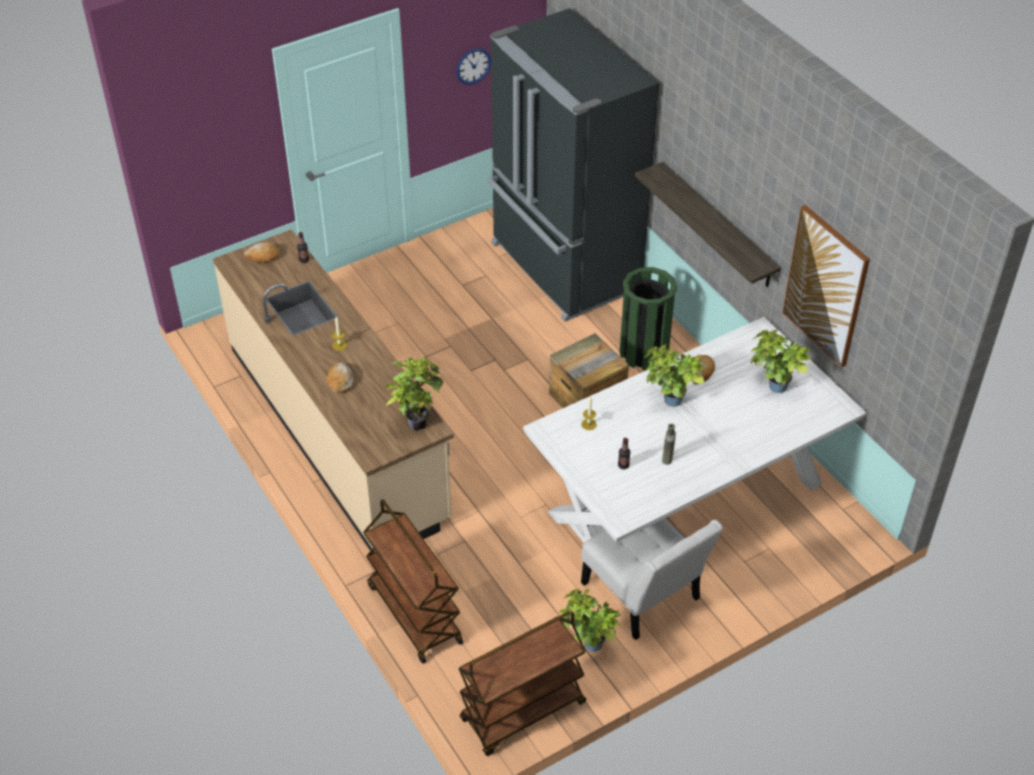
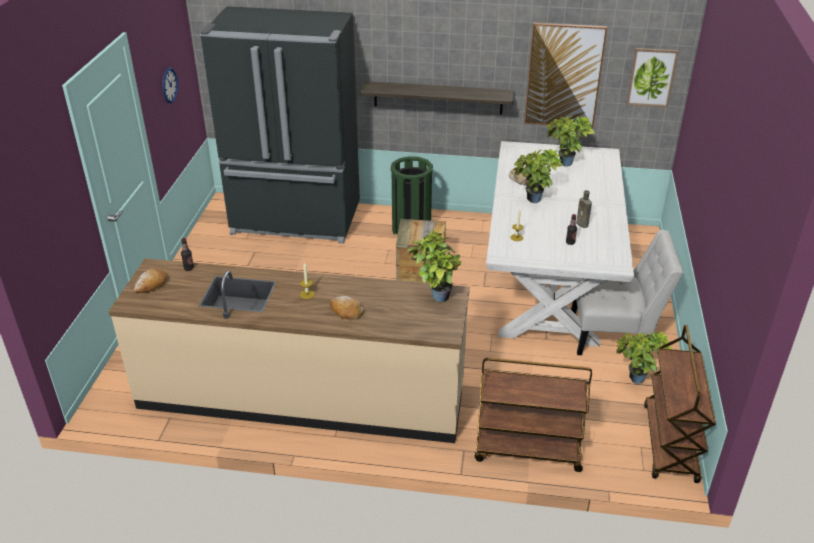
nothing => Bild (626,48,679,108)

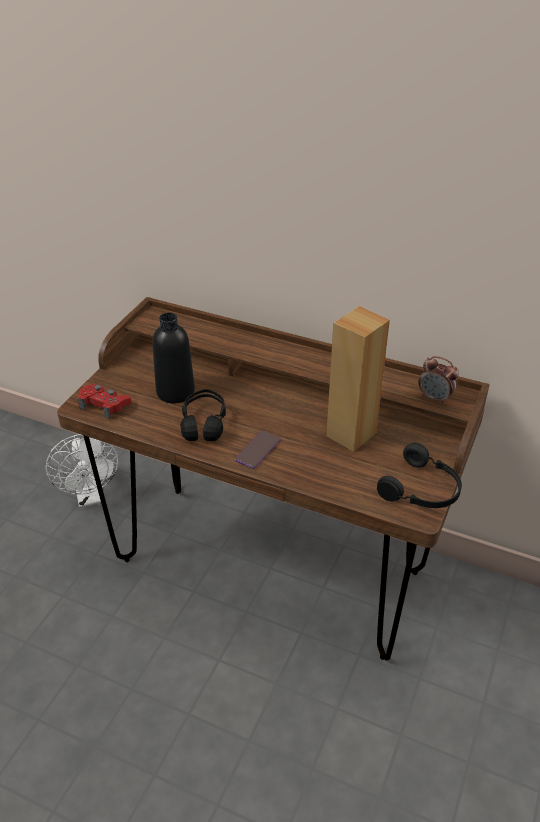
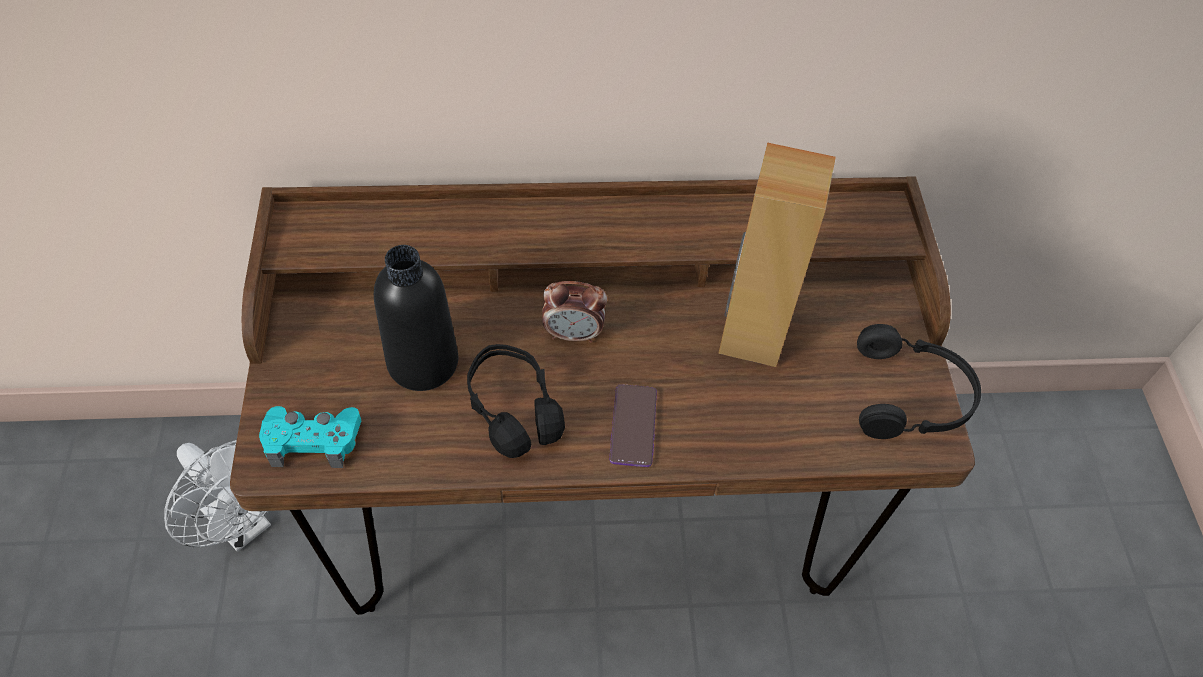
Wecker (419,356,459,405) => Wecker (542,281,607,343), shifted
Gamepad [rot] (77,384,132,419) => Gamepad [türkis] (259,406,361,468)

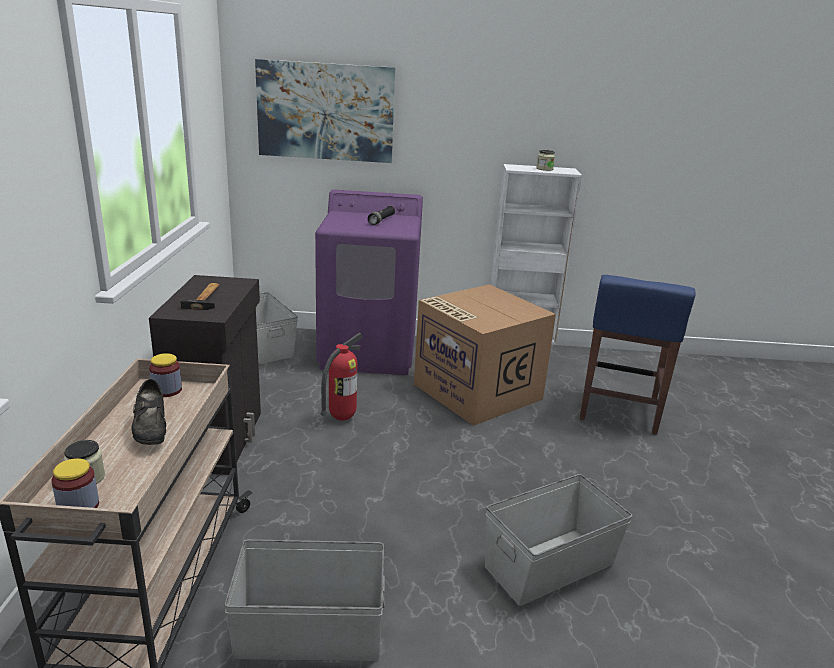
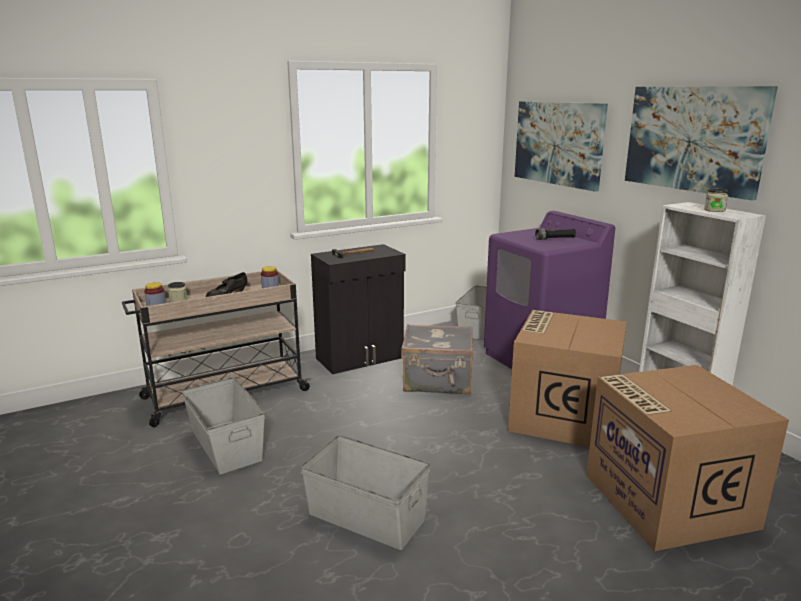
Hocker [blau] (580,275,695,435) => Karton (586,365,789,551)
Feuerlöscher (320,333,363,421) => Koffer [grau] (401,324,473,394)
nothing => Bild (625,86,778,201)

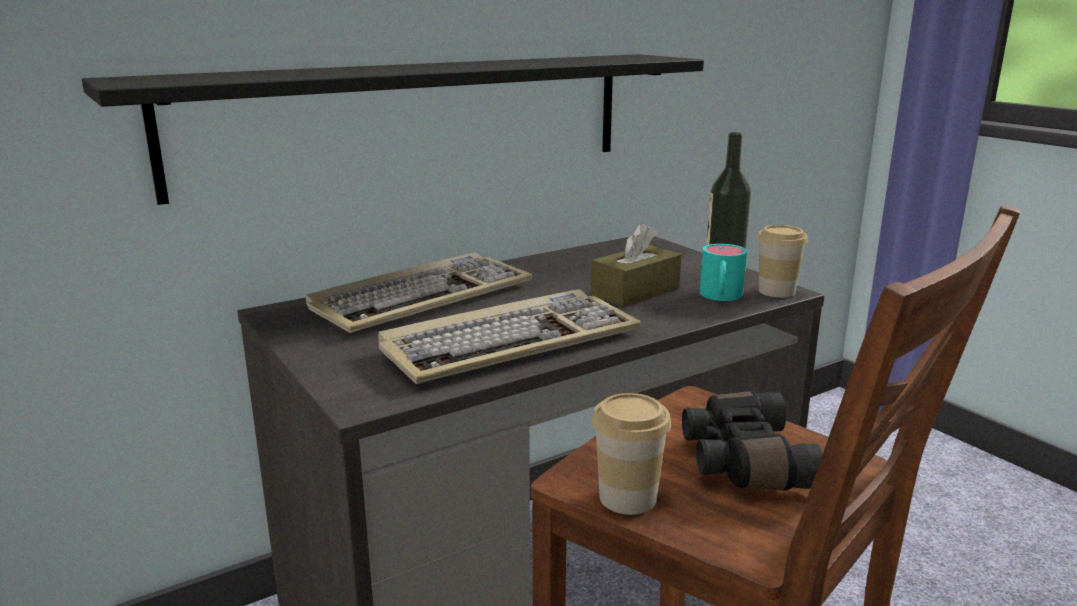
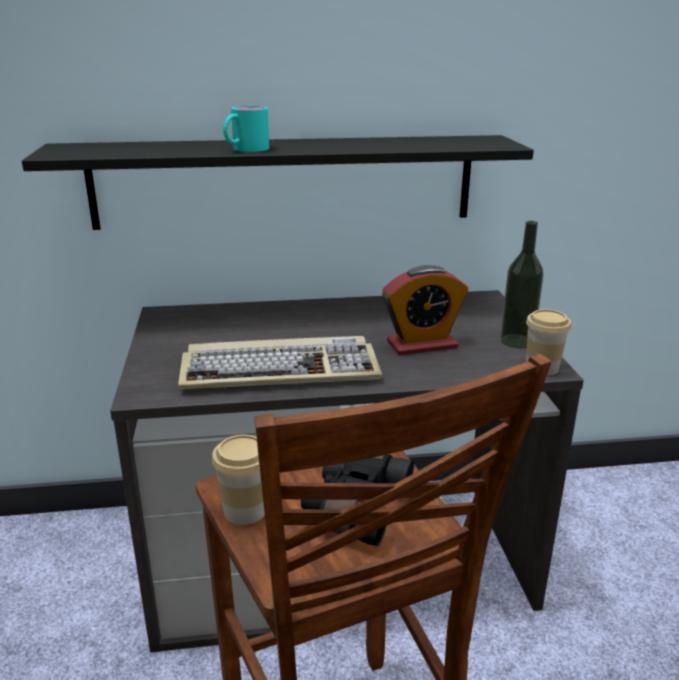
Taschentuchbox [braun] (591,222,681,307) => Wecker (382,265,468,355)
Henkelbecher [türkis] (700,244,747,301) => Henkelbecher [türkis] (223,106,269,152), shifted
Tastatur (306,253,532,333) => nothing

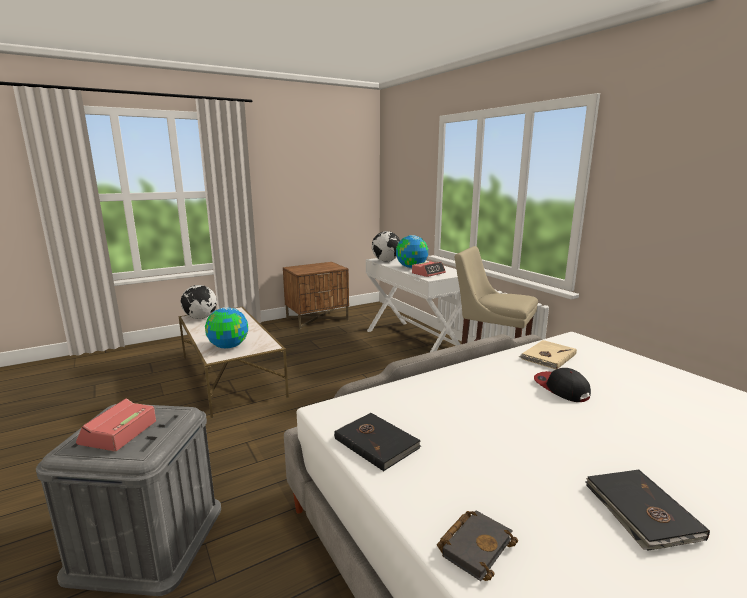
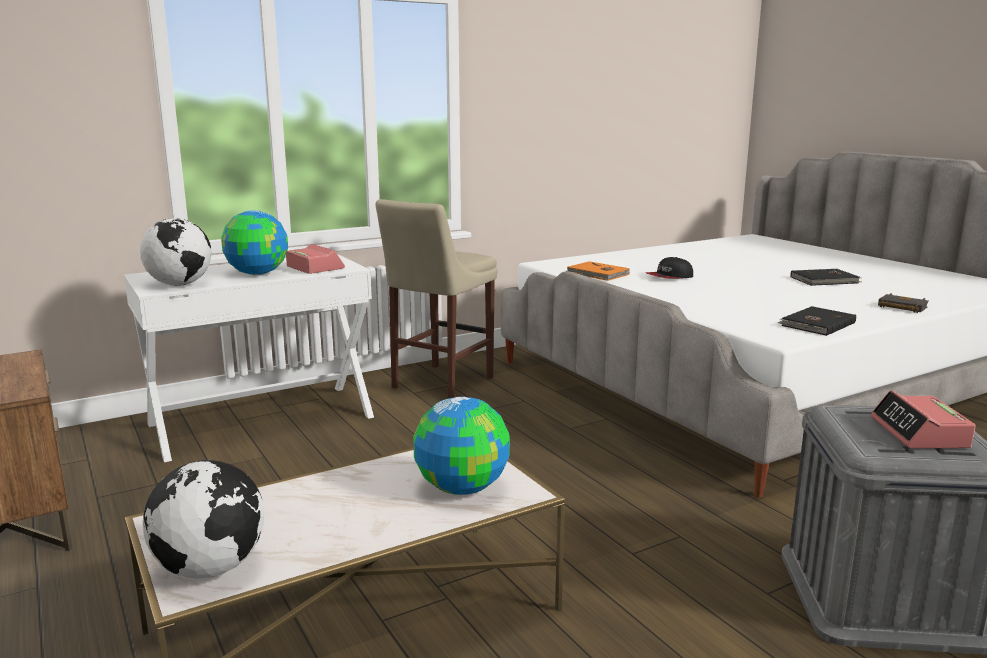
Buch [beige] (518,340,577,369) => Buch [orange] (567,261,630,281)
Wecker (76,398,156,452) => Wecker (871,390,976,448), 75 degrees clockwise

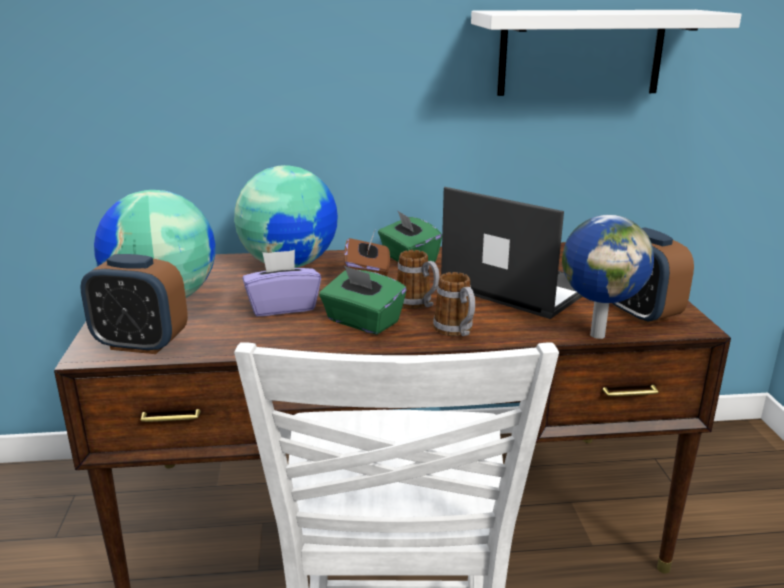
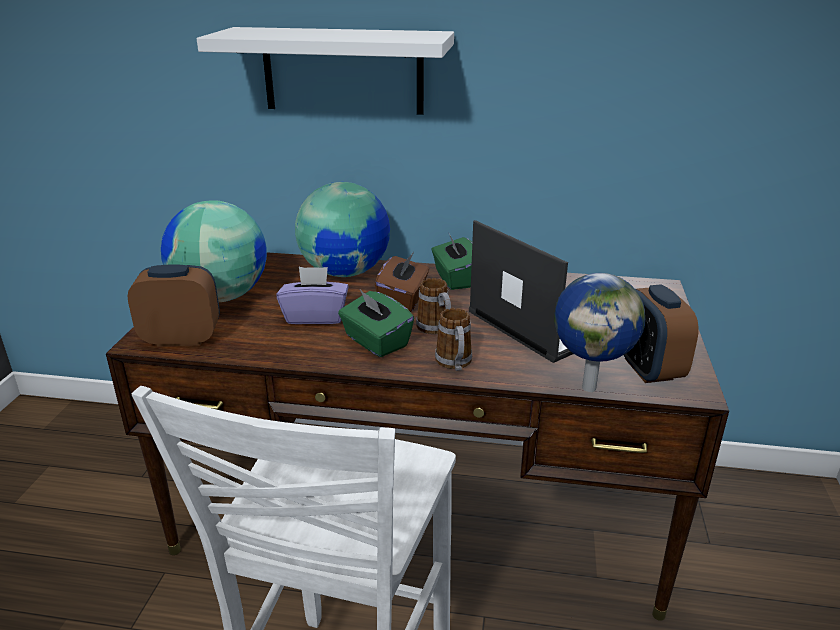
Wandregal [weiß] (471,10,742,96) => Wandregal [weiß] (197,27,454,115), shifted
Wecker (80,254,188,354) => Wecker (127,264,220,347), 150 degrees clockwise

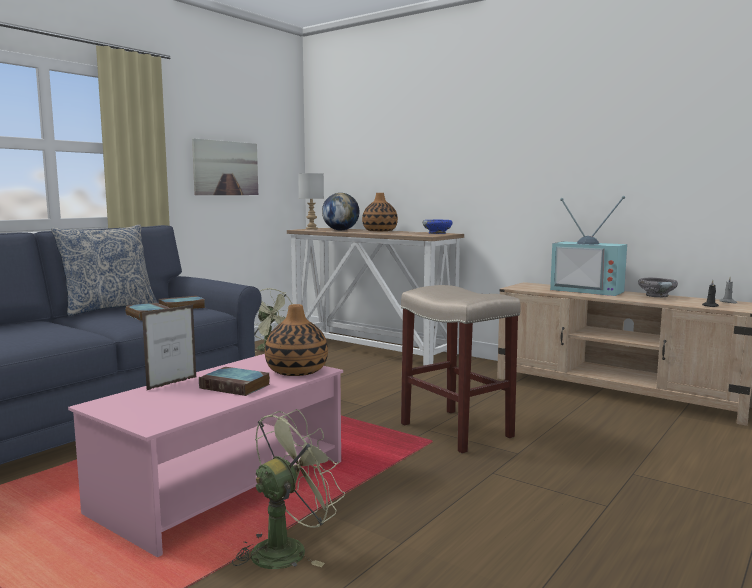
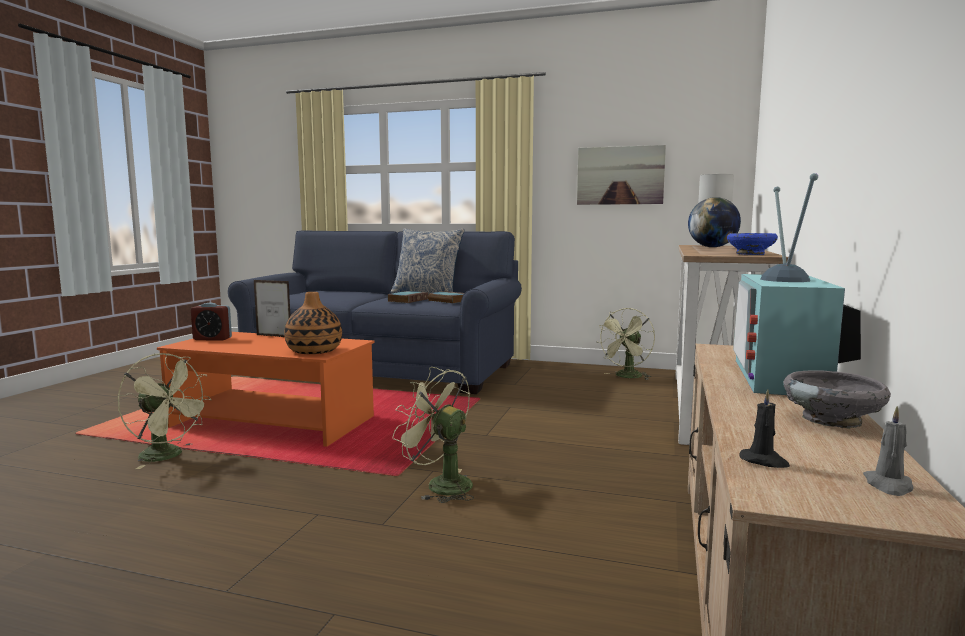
Vase (362,193,398,231) => nothing
Hocker [beige] (401,285,521,453) => Ventilator [grün] (392,367,474,503)
Couchtisch [rosa] (68,354,343,557) => Couchtisch [orange] (157,332,374,447)
Buch (199,367,270,396) => nothing
nothing => Wecker (191,302,232,340)

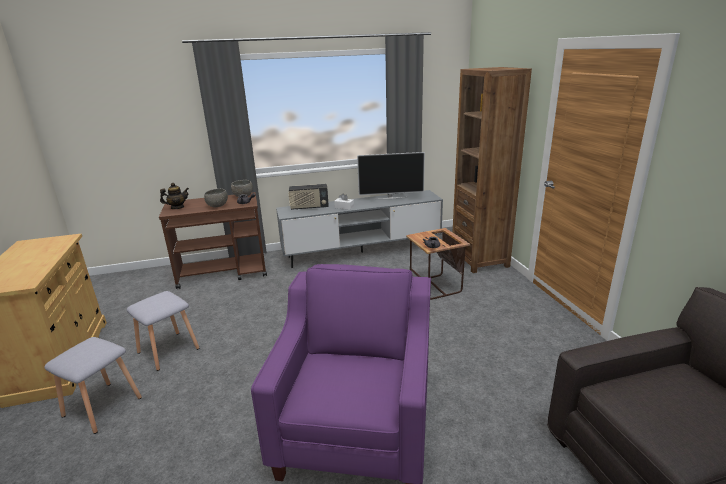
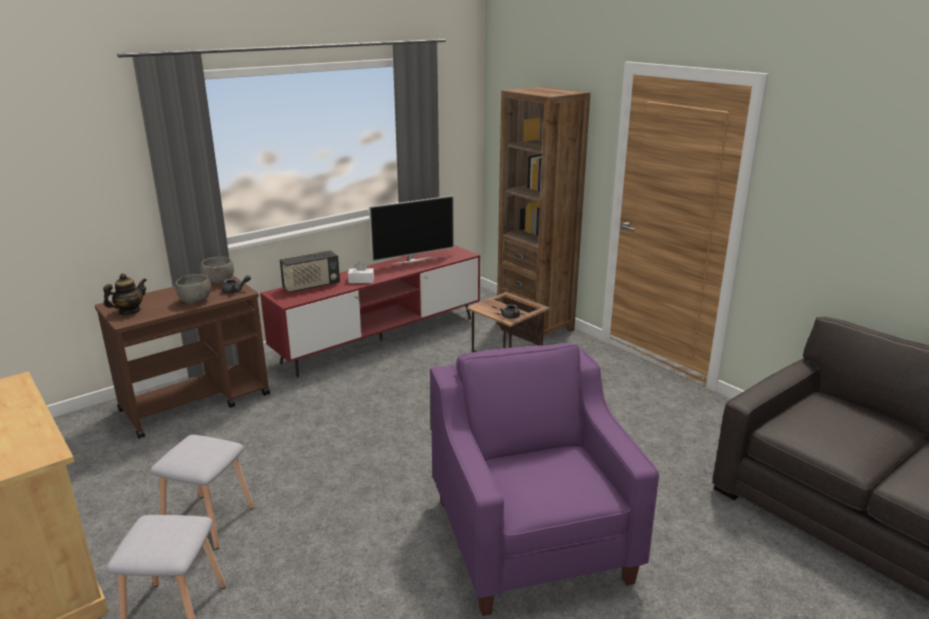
Fernsehschrank [grau] (276,190,443,268) => Fernsehschrank [rot] (260,245,480,377)

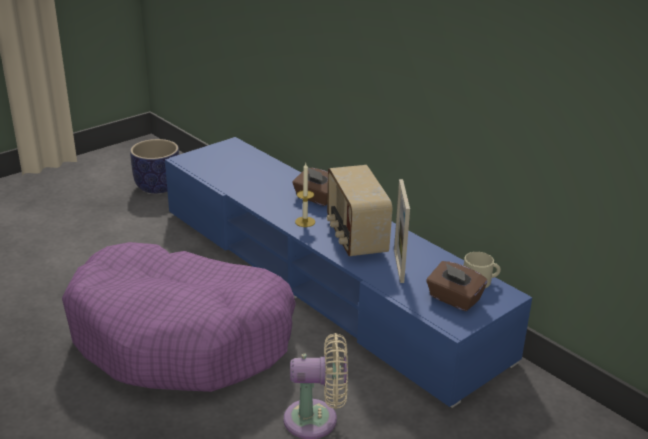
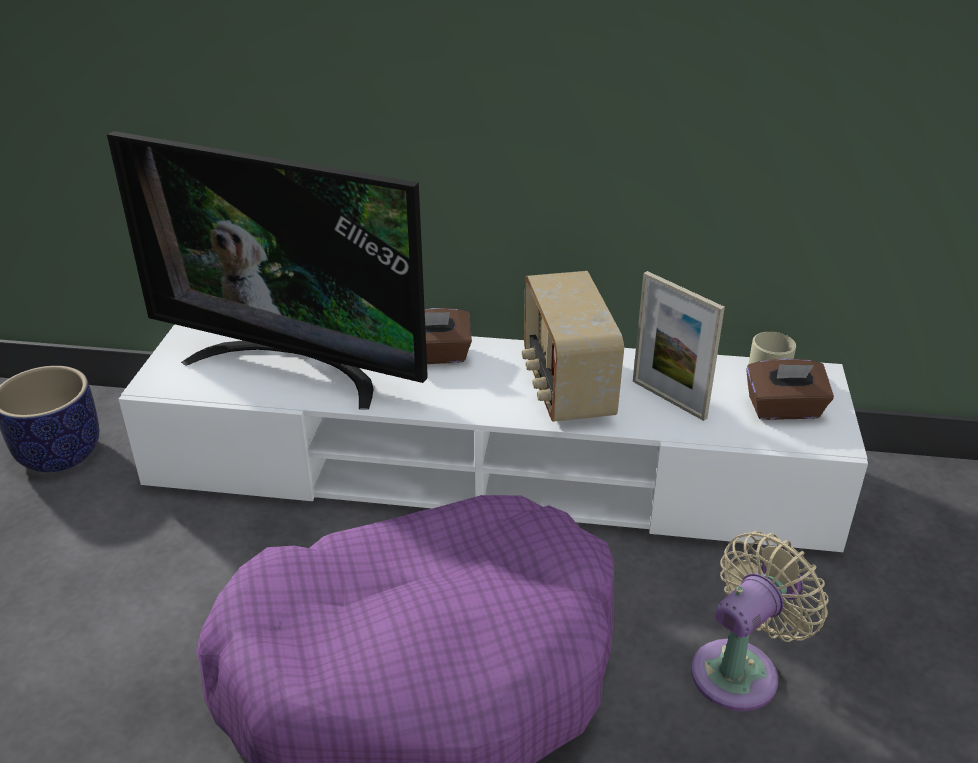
Fernsehschrank [blau] (165,137,532,408) => Fernsehschrank [weiß] (119,324,868,552)
Kerze (295,163,315,227) => nothing
Radio (327,165,392,256) => Radio (522,271,624,422), 45 degrees clockwise
nothing => Fernseher (107,131,428,410)

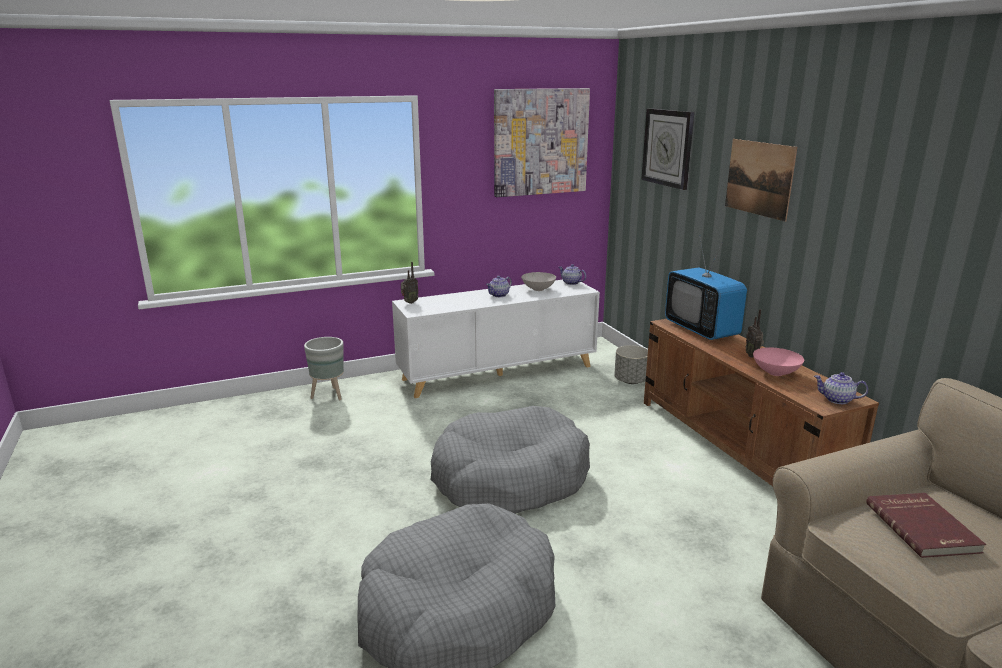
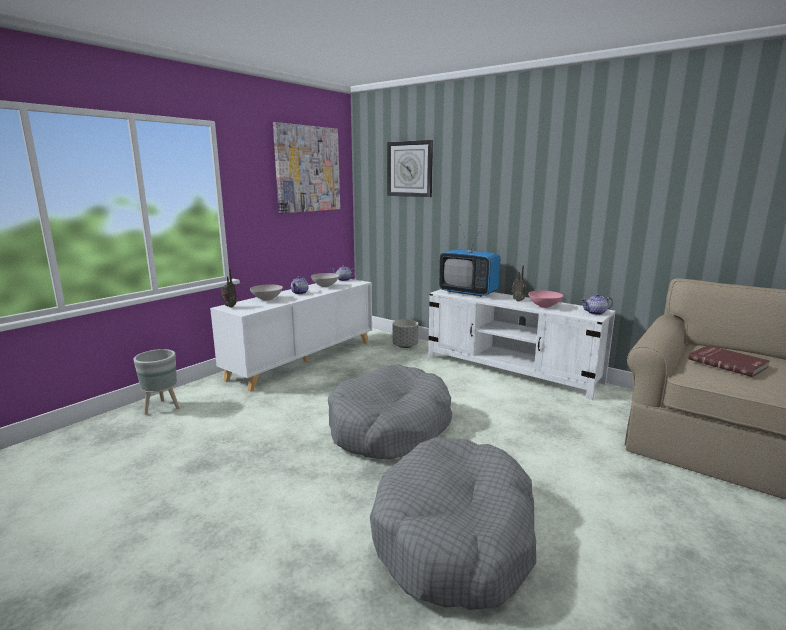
Bild (725,139,797,222) => nothing
Fernsehschrank [braun] (644,319,879,486) => Fernsehschrank [weiß] (428,289,616,400)
nothing => Schüssel [weiß] (250,284,283,301)

